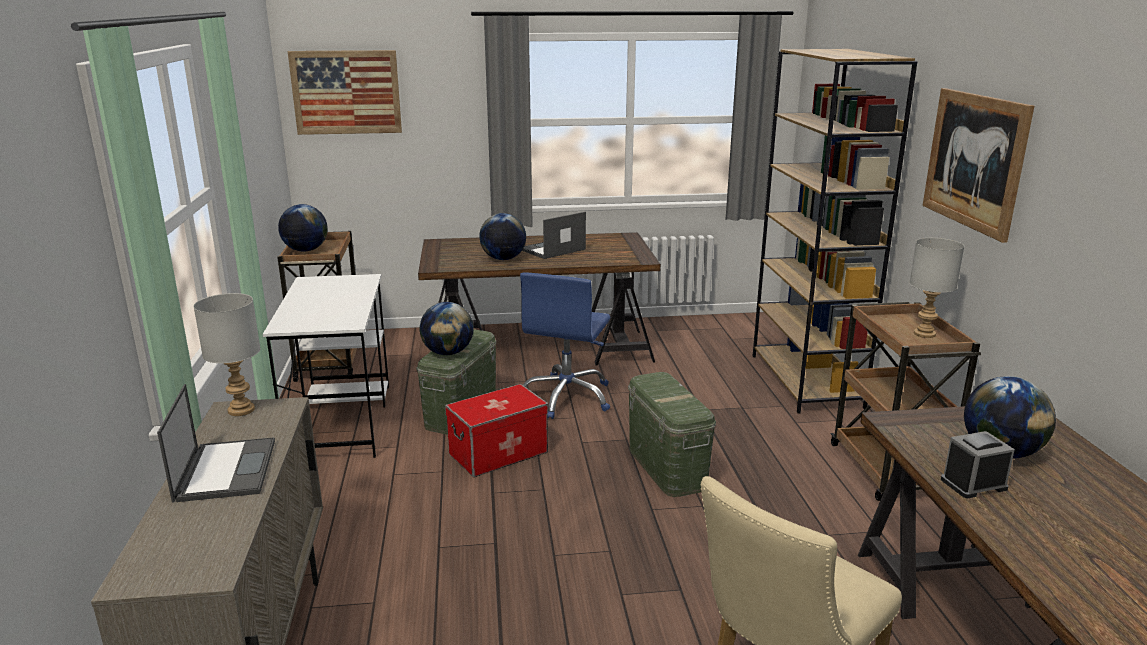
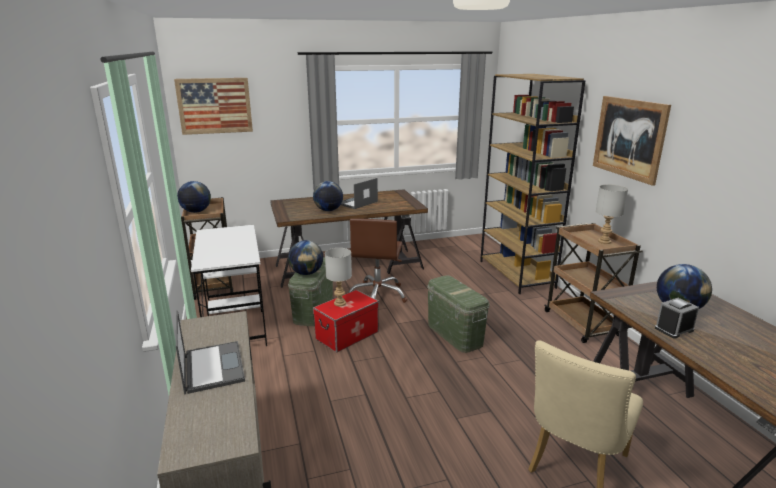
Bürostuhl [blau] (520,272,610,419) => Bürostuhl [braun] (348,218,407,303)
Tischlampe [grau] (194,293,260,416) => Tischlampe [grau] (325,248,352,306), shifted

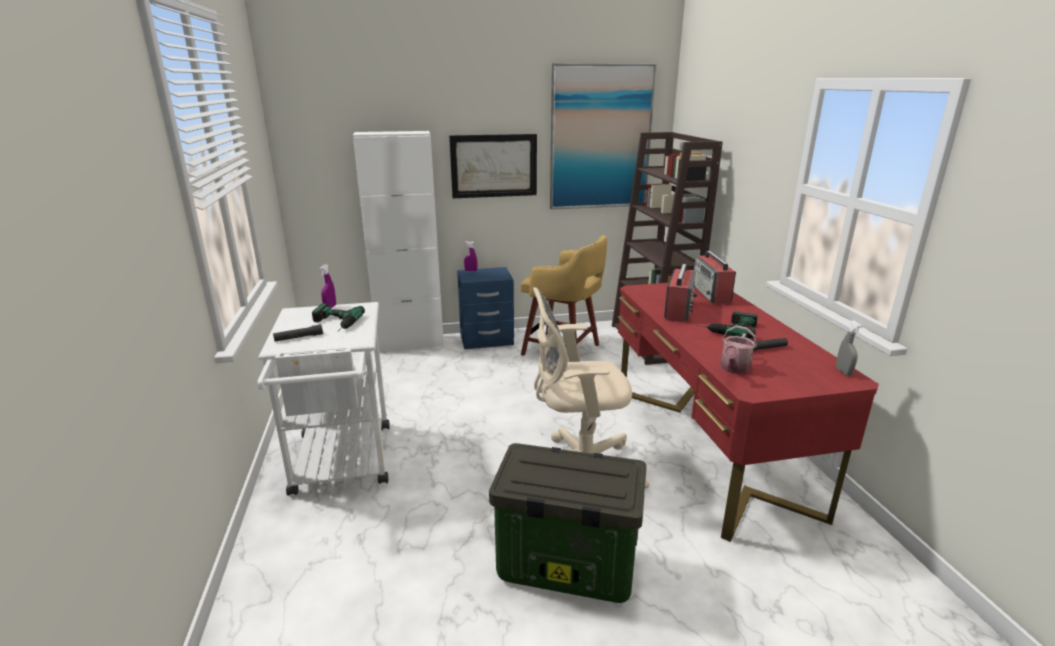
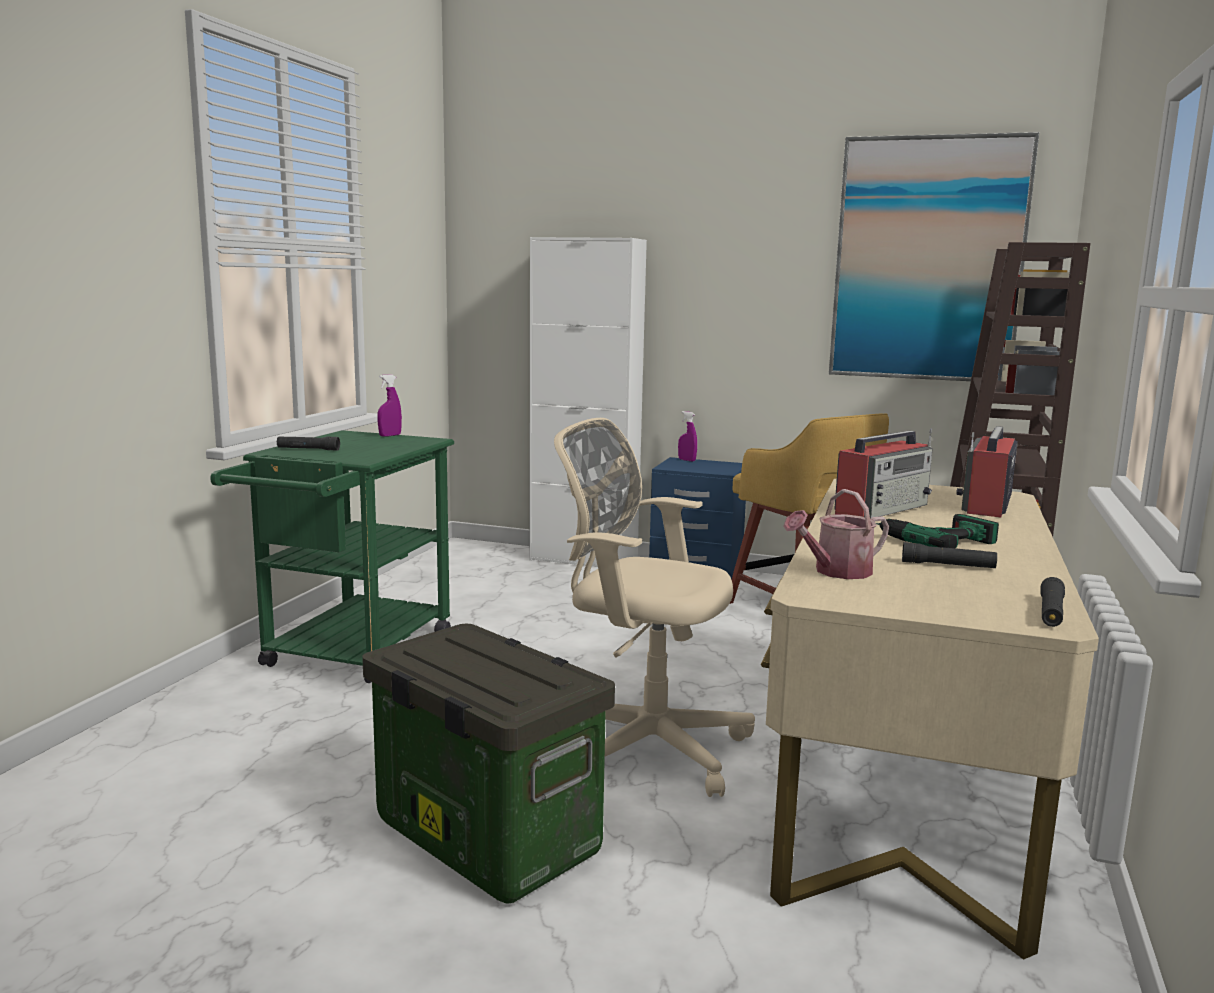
Bild (449,134,537,198) => nothing
Schreibtisch [rot] (618,283,879,542) => Schreibtisch [beige] (761,479,1099,959)
Rollwagen [weiß] (258,302,390,496) => Rollwagen [grün] (210,430,454,683)
Bohrmaschine (312,304,365,331) => nothing
Sprühflasche [grau] (836,320,862,376) => Taschenlampe [schwarz] (1040,577,1065,627)

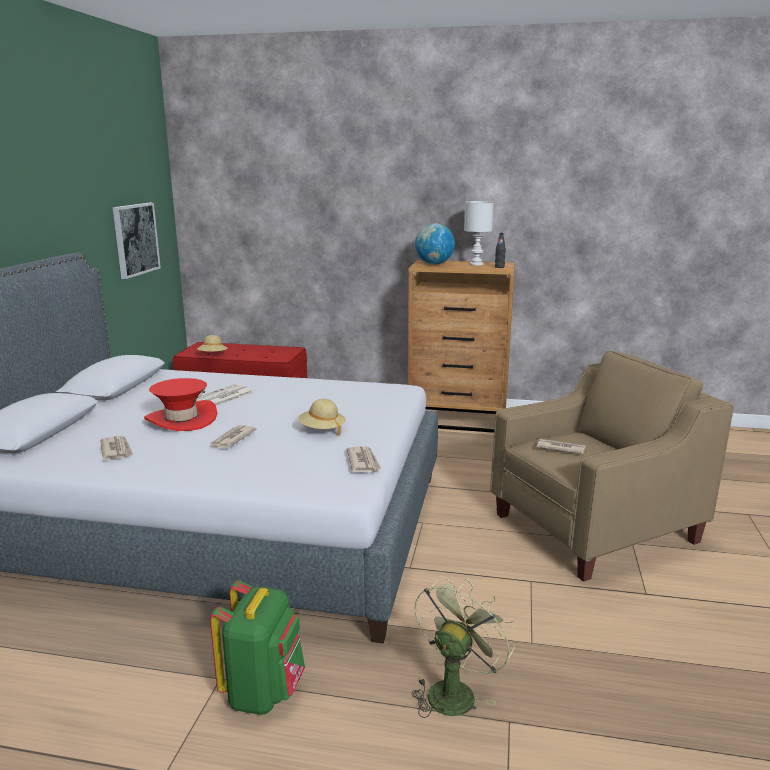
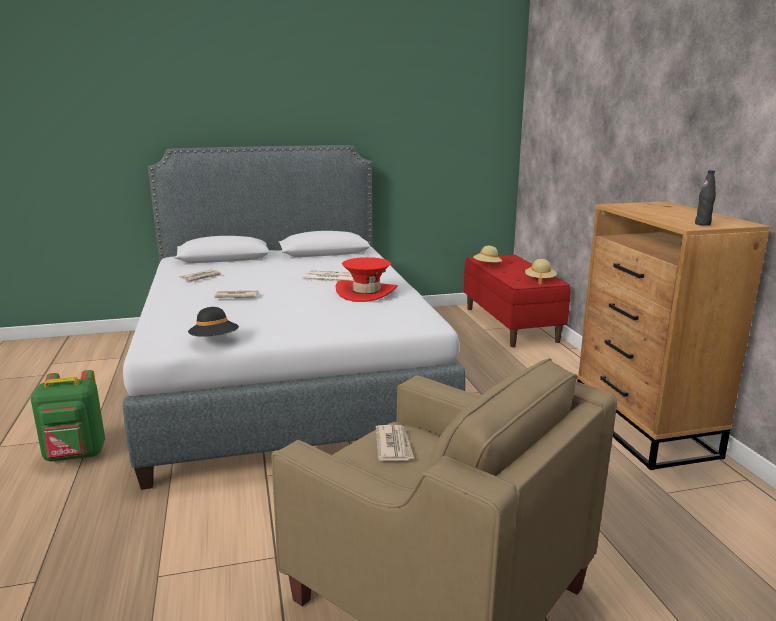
Tischlampe [weiß] (464,201,494,266) => nothing
Bild (113,203,161,279) => nothing
Globus (415,223,455,264) => nothing
Hut [rot] (144,378,217,431) => Hut [rot] (336,257,398,302), shifted
Hut [beige] (298,399,345,436) => Hut [beige] (525,259,557,284), shifted
Zeitung (347,447,381,472) => Hut [schwarz] (188,307,239,337)
Ventilator [grün] (412,576,515,718) => nothing

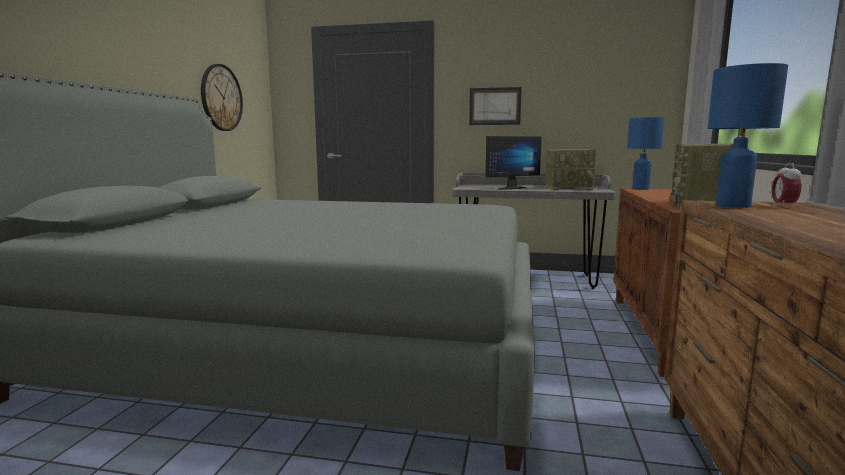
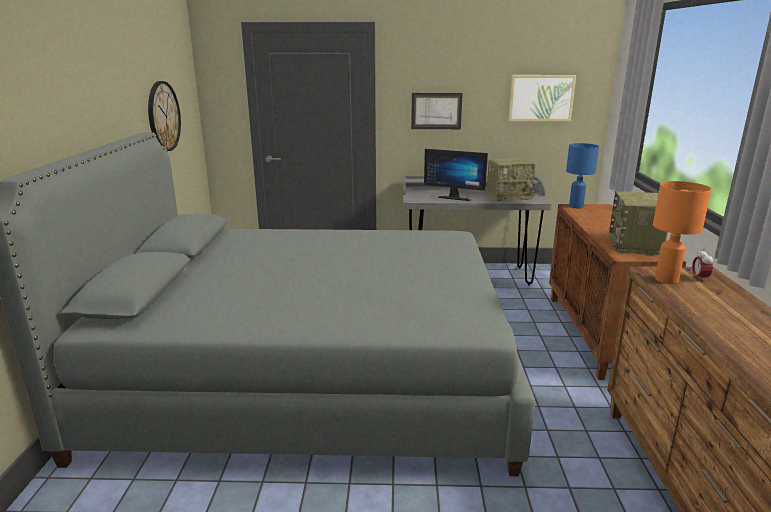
Tischlampe [blau] (708,63,788,208) => Tischlampe [orange] (653,181,711,284)
Monitor (485,136,542,190) => Monitor (424,149,488,201), 60 degrees clockwise
nothing => Bild (508,75,576,122)

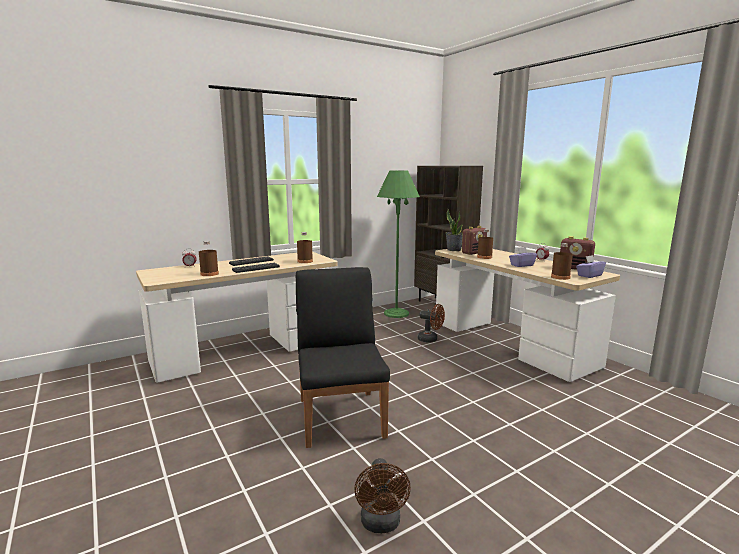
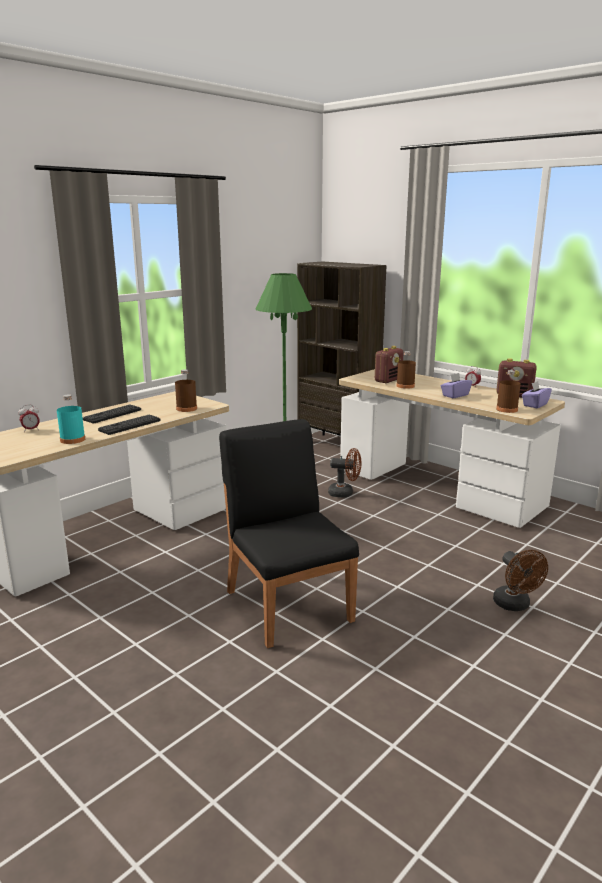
Topfpflanze (446,209,463,251) => nothing
Flasche [braun] (199,241,219,276) => Flasche [türkis] (57,395,85,444)
Ventilator [braun] (354,458,410,533) => Ventilator [braun] (493,550,548,611), shifted

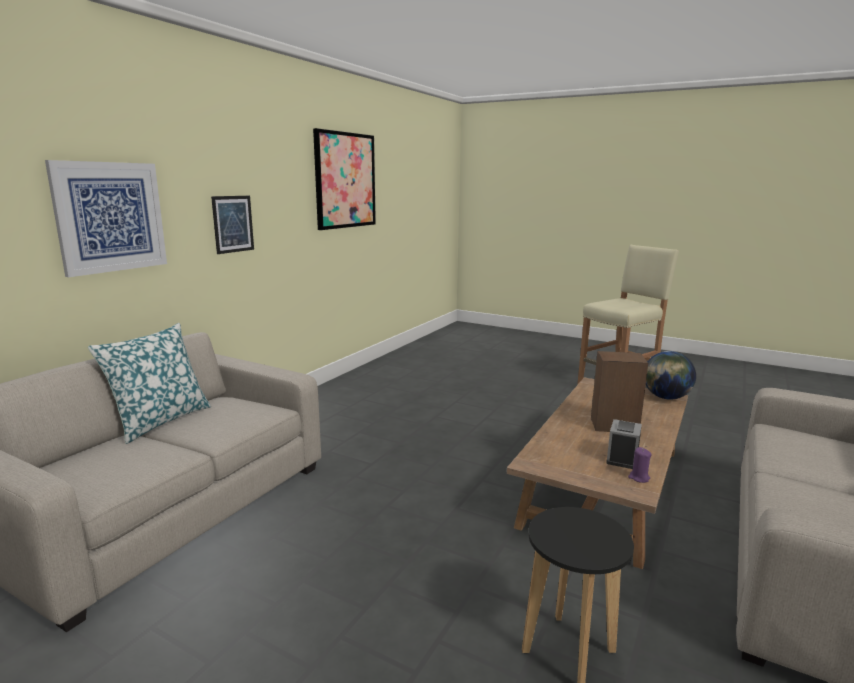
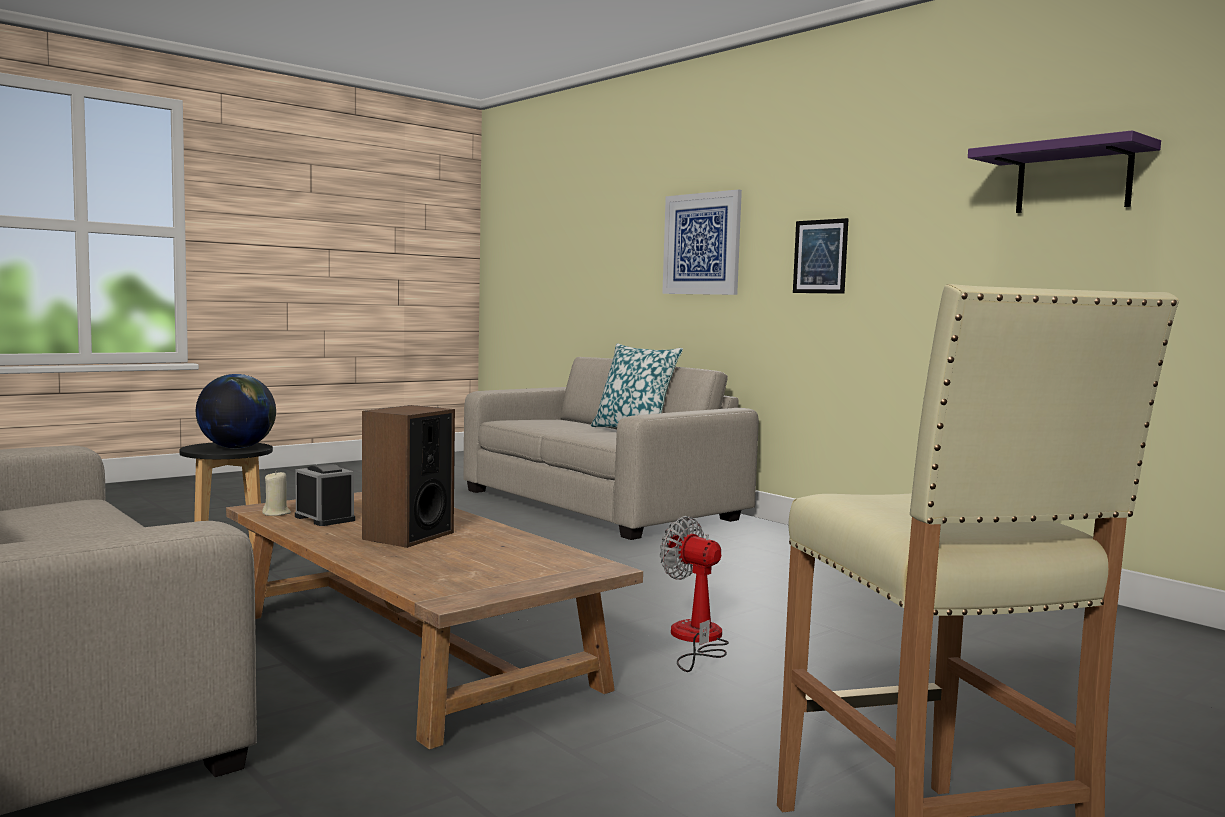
Bild (313,128,376,230) => Wandregal [lila] (968,130,1161,213)
Globus (646,351,696,400) => Globus (196,374,276,448), shifted
Kerze [lila] (628,447,652,483) => Kerze [beige] (262,471,291,516)
nothing => Ventilator (660,516,729,672)

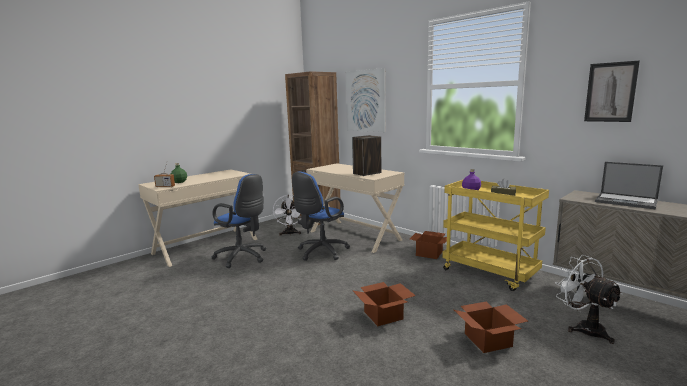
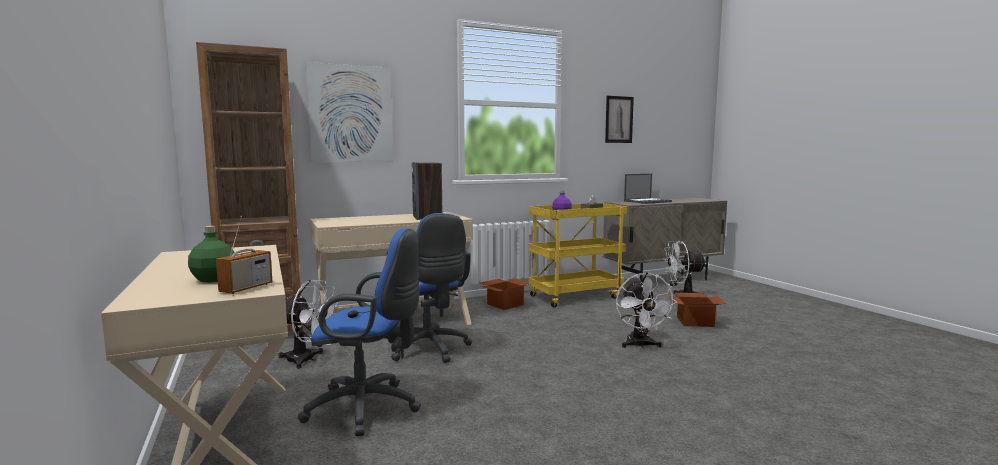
Bürostuhl [blau] (211,174,266,268) => Bürostuhl [blau] (298,228,421,436), 45 degrees clockwise
Karton (352,282,416,326) => Ventilator [weiß] (616,272,677,348)

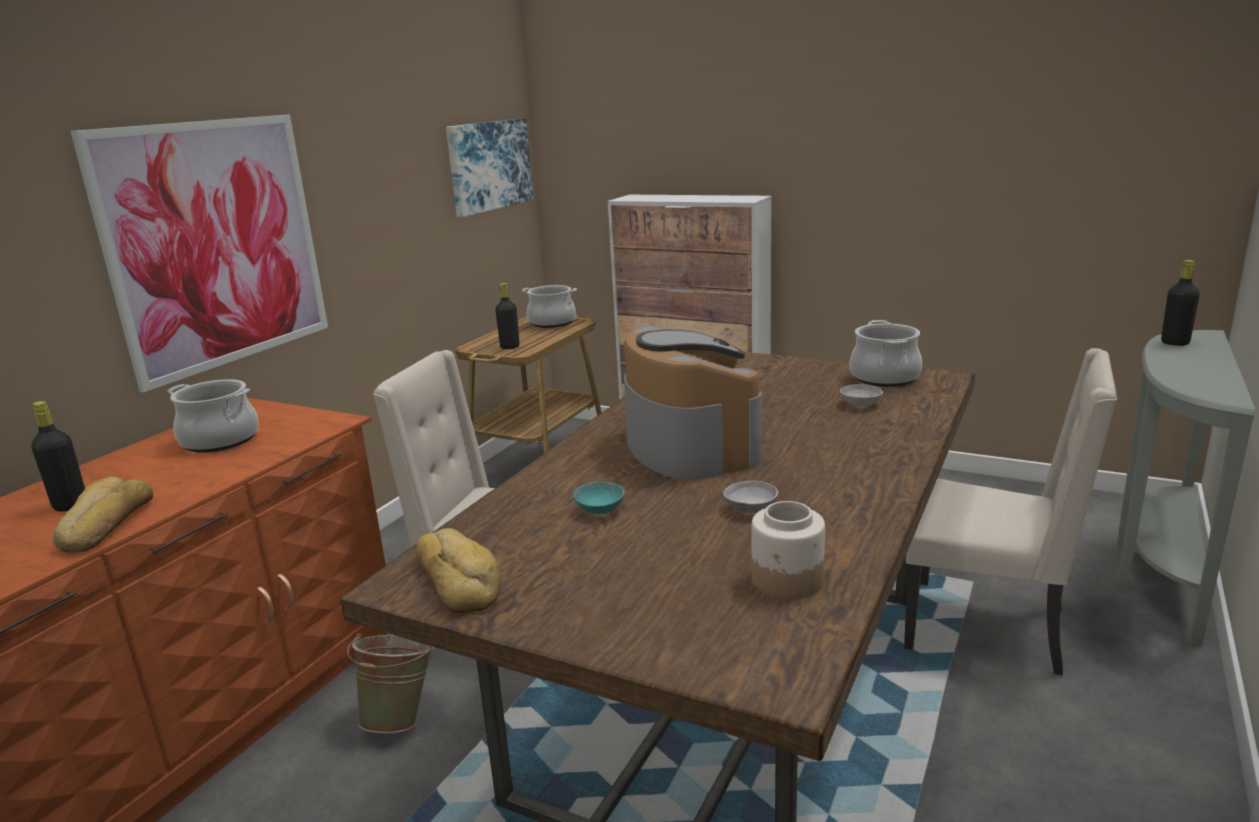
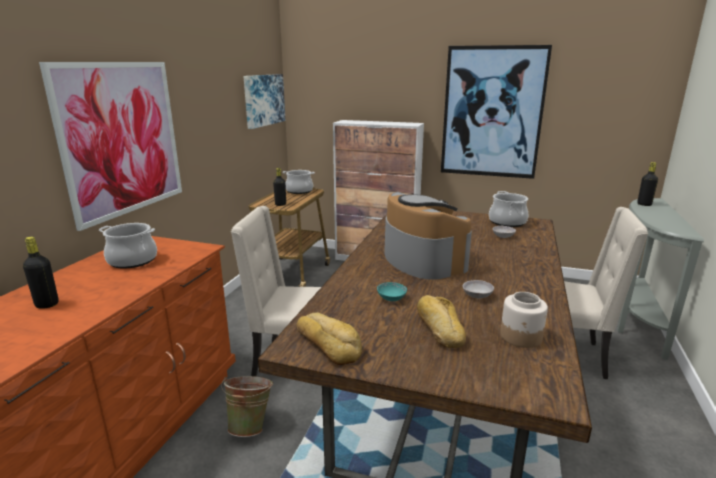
Brot (52,476,153,553) => Brot (417,295,466,348), shifted
nothing => Bild (441,45,552,179)

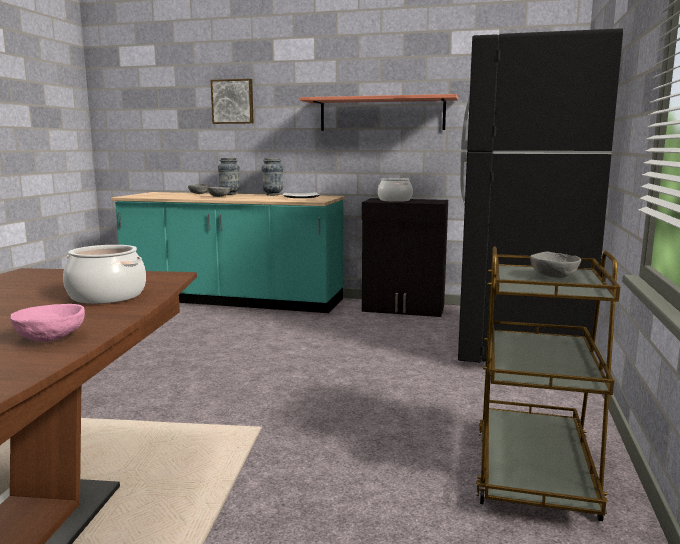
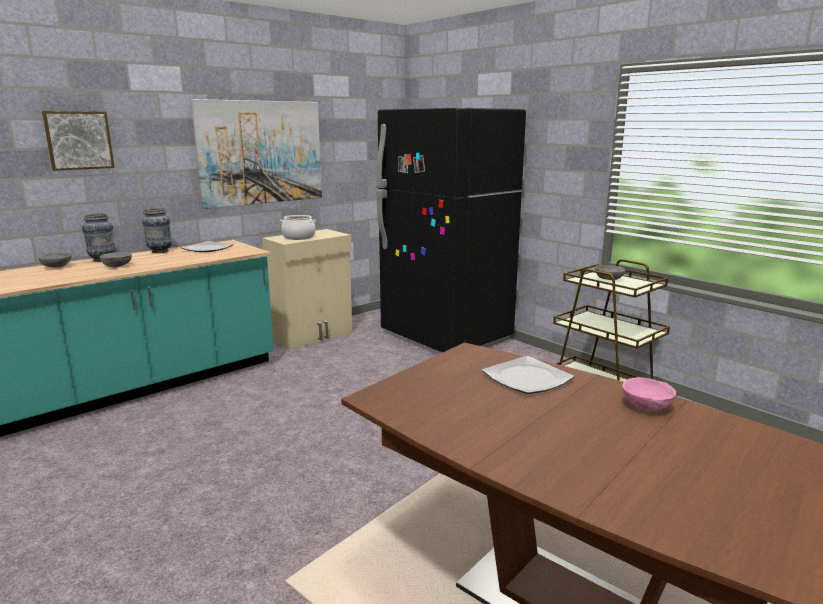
Wandregal (300,94,458,131) => Bild (191,99,322,209)
Schrank [schwarz] (362,198,448,317) => Schrank [beige] (262,229,352,350)
Kochtopf (63,245,146,304) => Teller (482,356,574,394)

